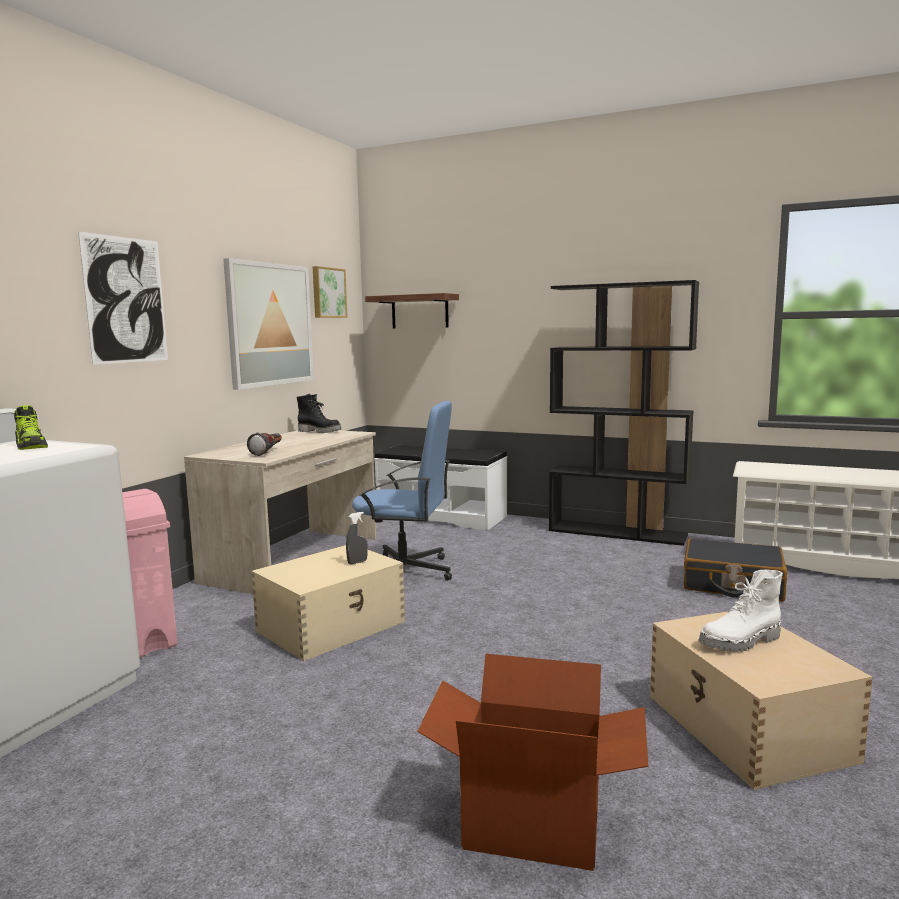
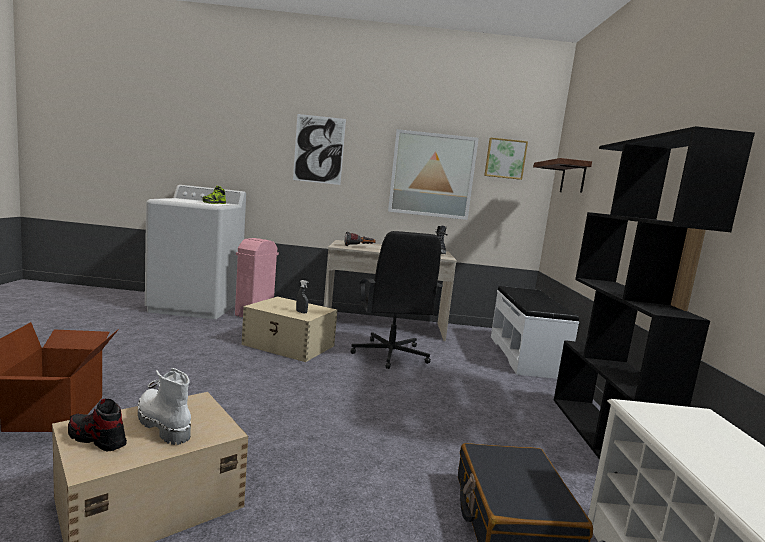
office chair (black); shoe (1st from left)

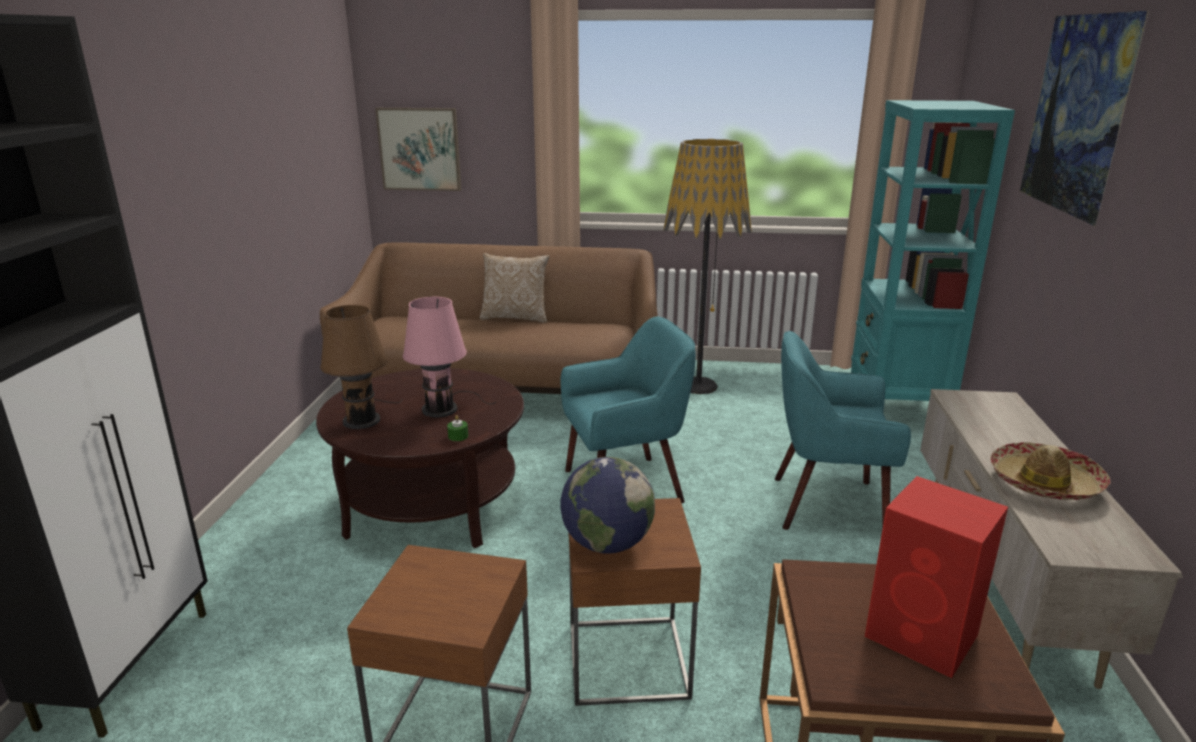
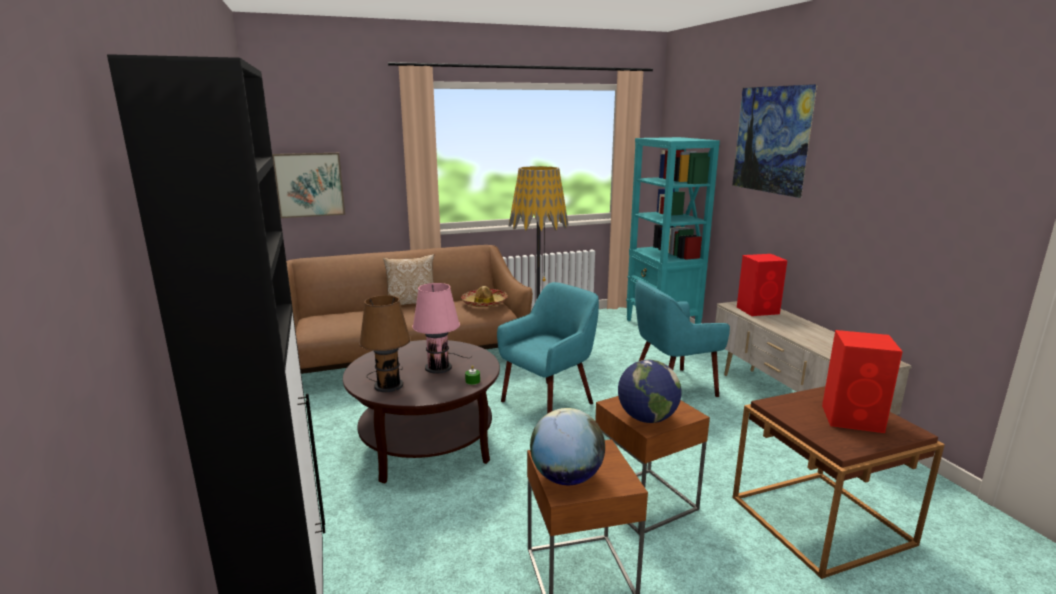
hat; globe (1st from left); speaker (red) (1st from left)

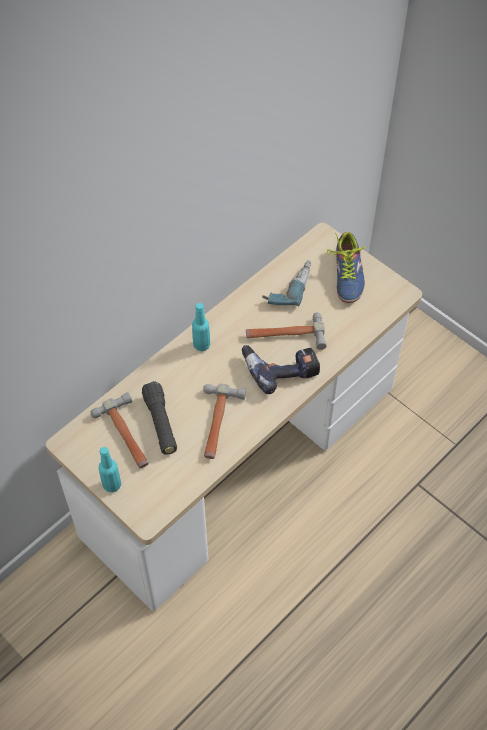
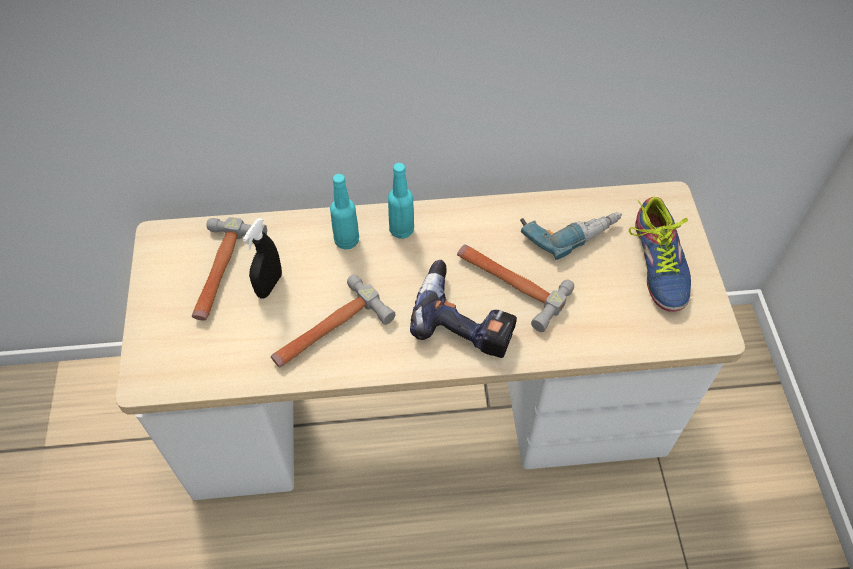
bottle (turquoise) (1st from left); spray bottle (black); shoe

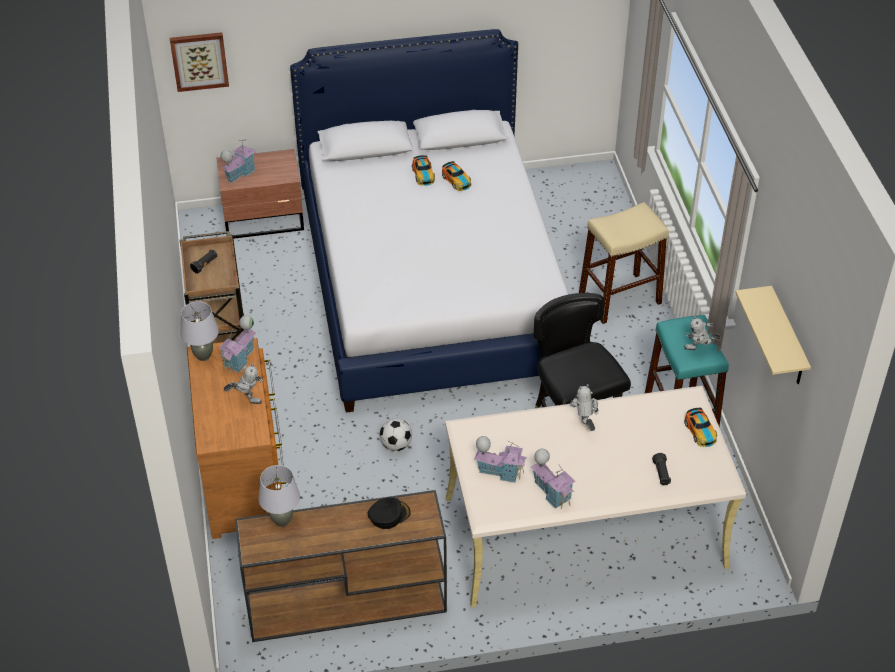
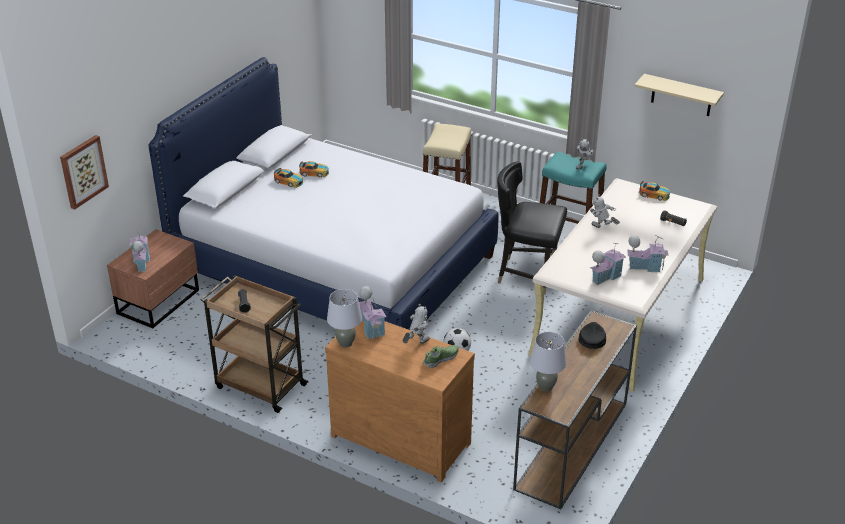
shoe

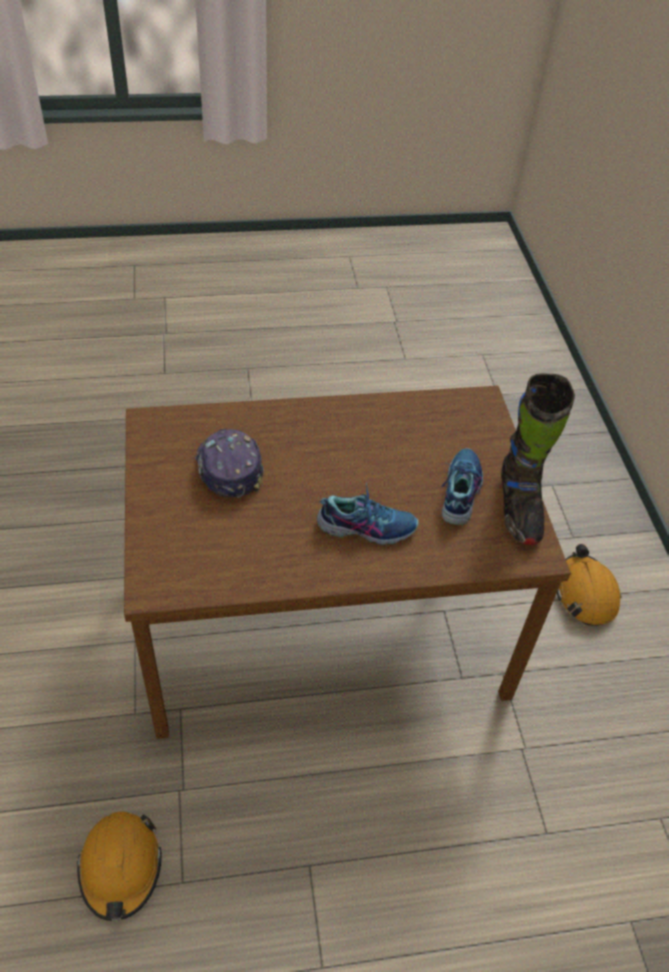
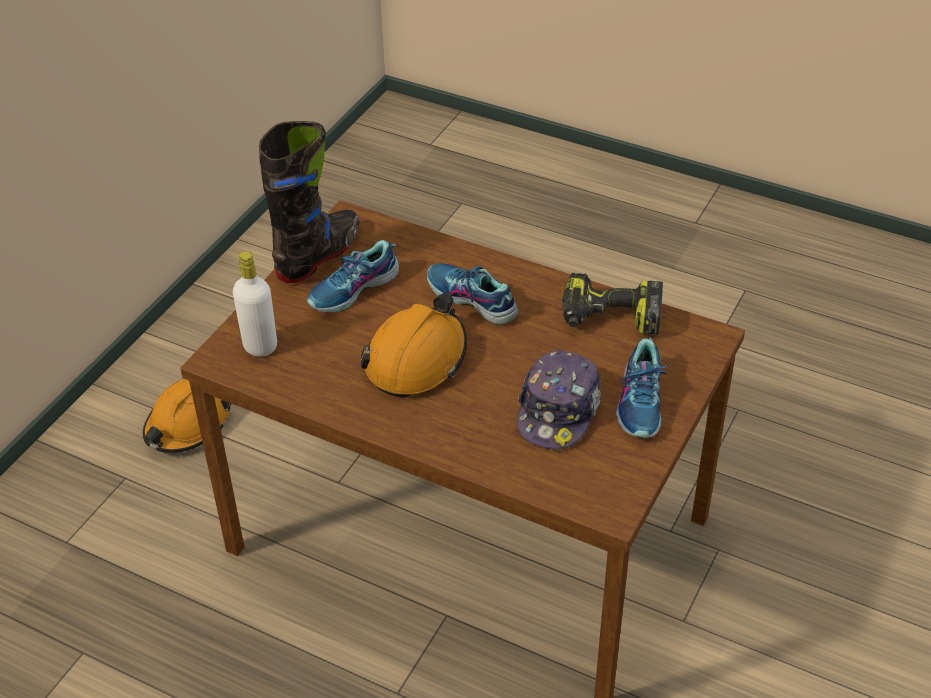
hard hat (orange) (2nd from left); bottle (white); power drill; shoe (3rd from left)

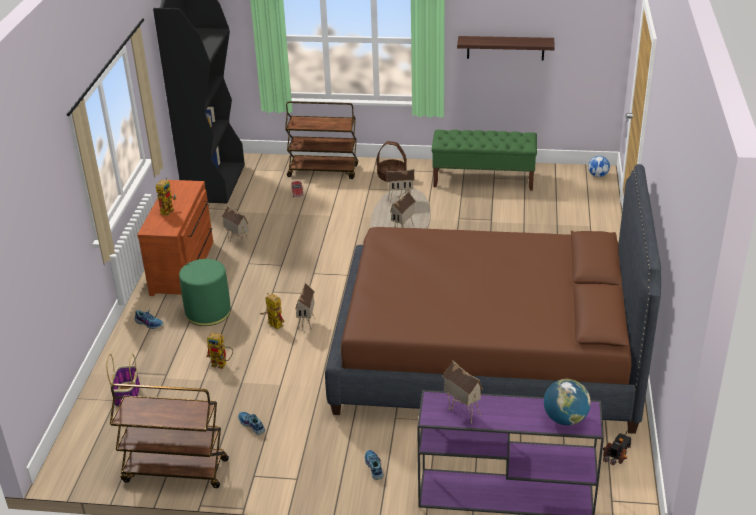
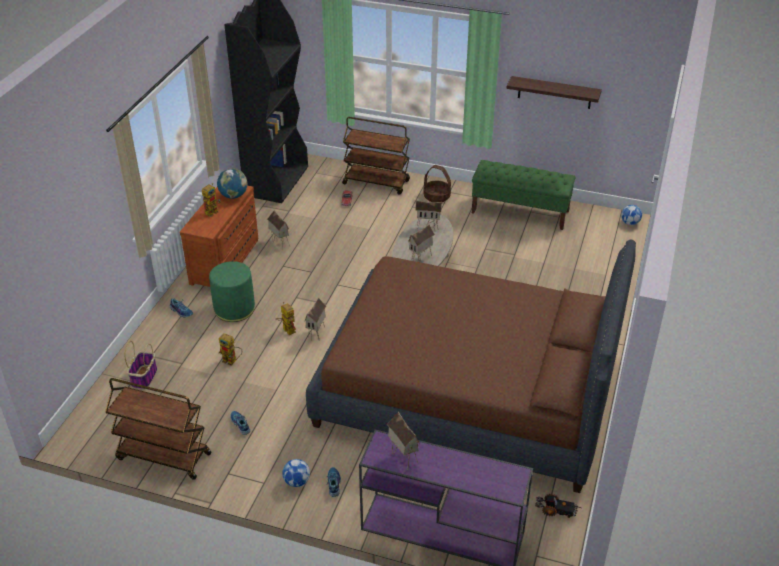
globe; toy truck; football (1st from left)

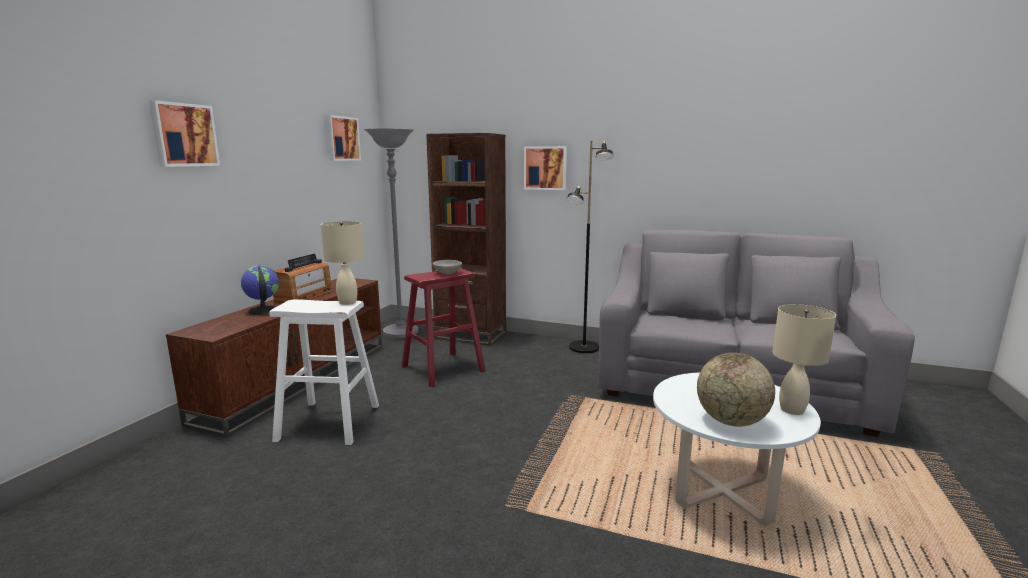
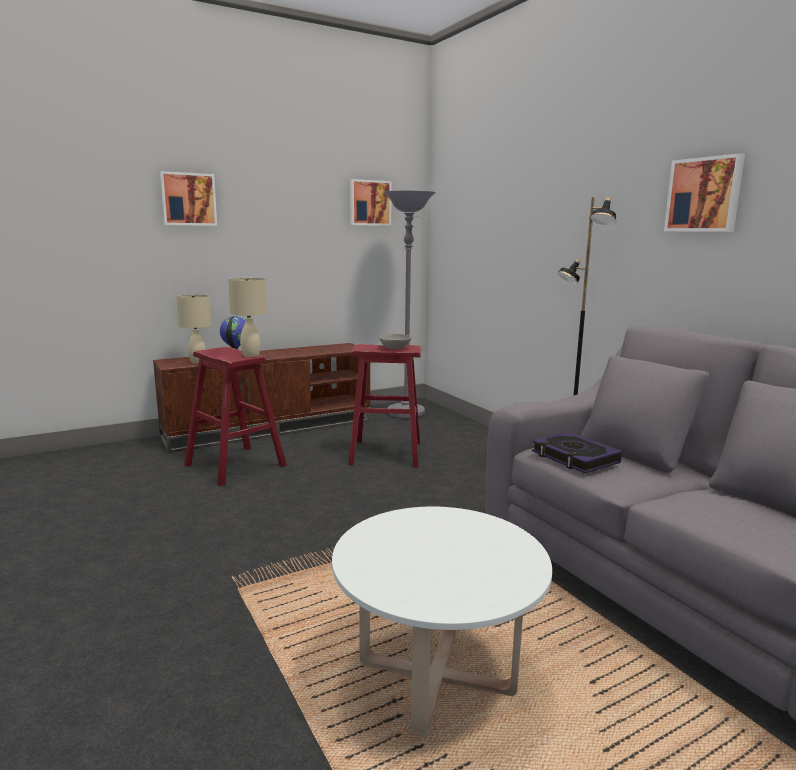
stool (red) (1st from left); radio; bookcase (brown); picture (3rd from left); globe (2nd from left in the first image); table lamp (beige) (1st from left); book

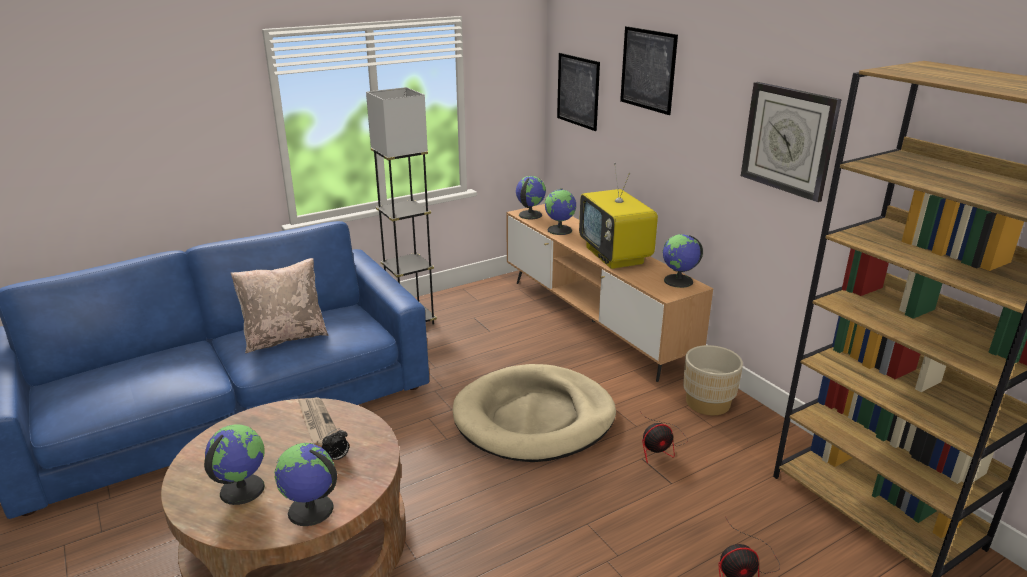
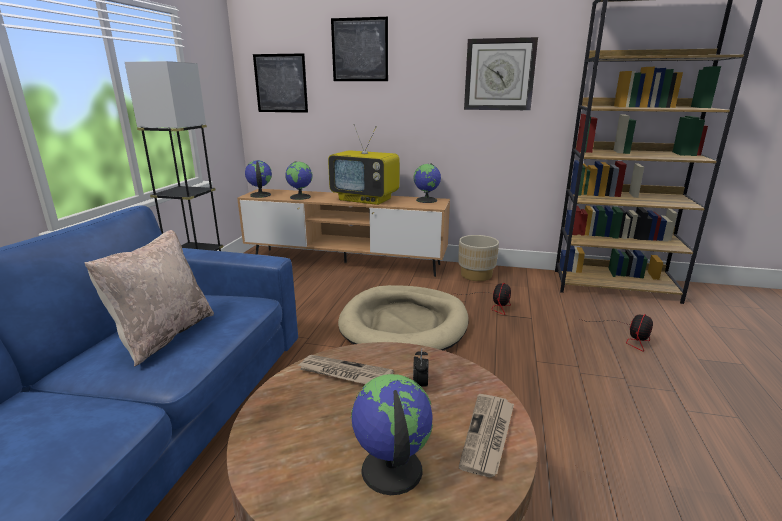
newspaper (2nd from left)

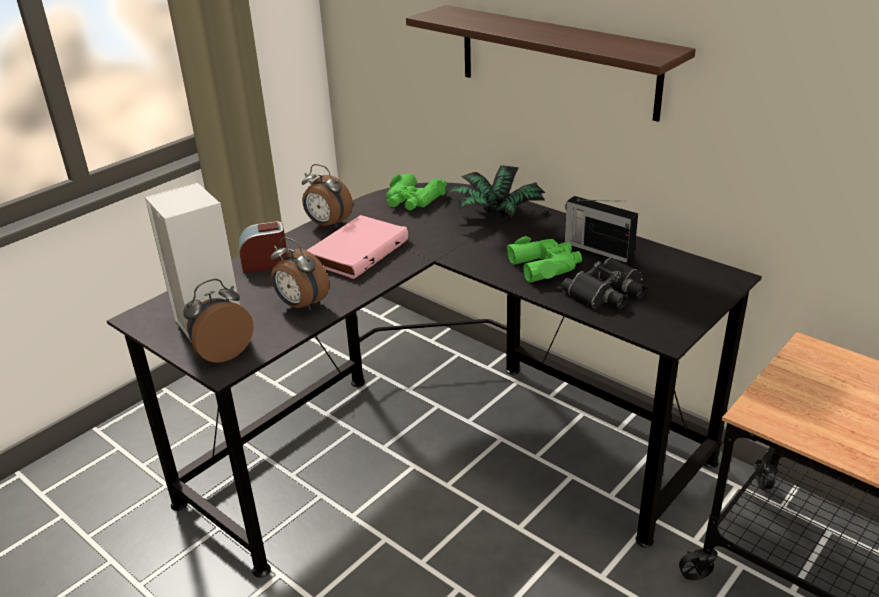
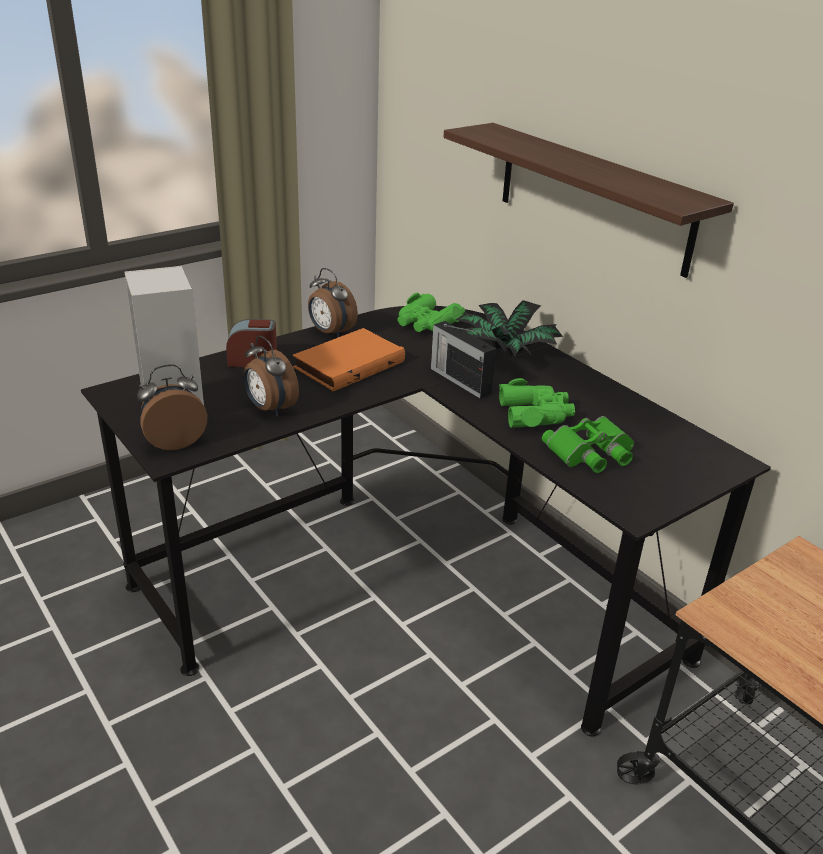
book (orange); binoculars (green) (3rd from left); radio

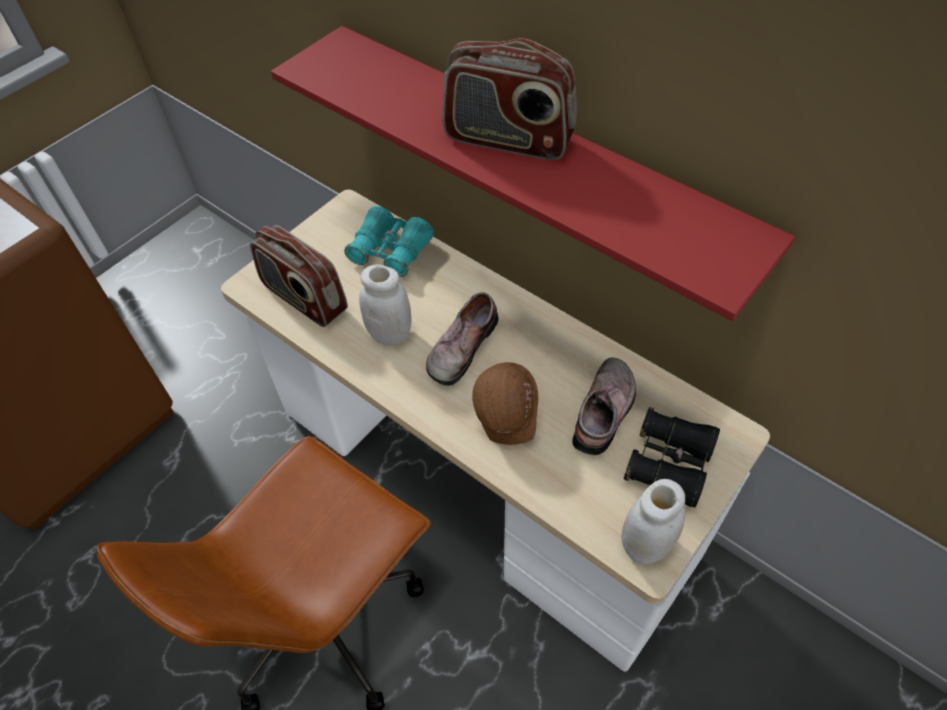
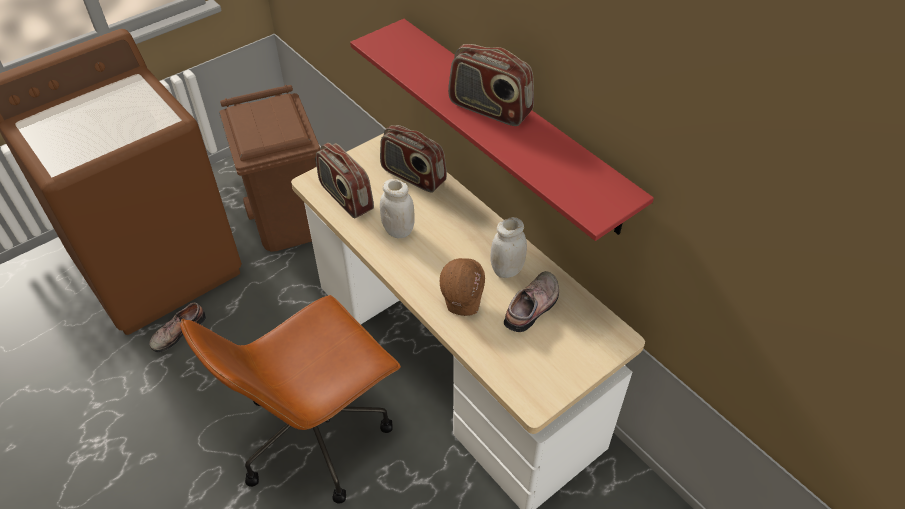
radio (2nd from left); shoe (1st from left); jar (white) (2nd from left); binoculars (black); trash can (brown)

